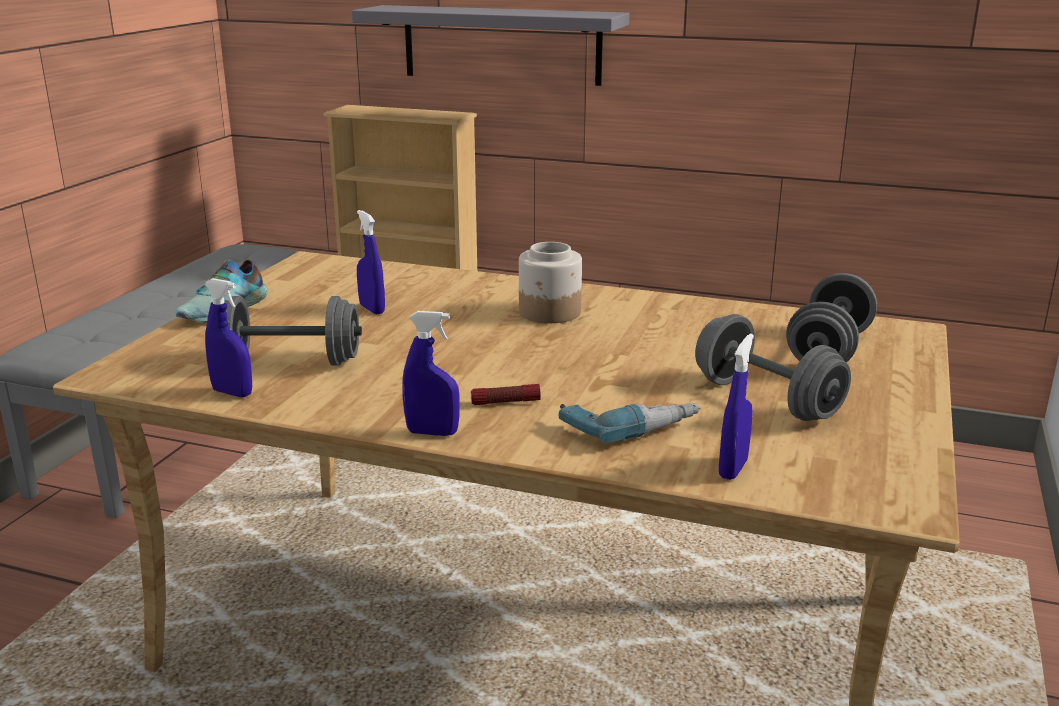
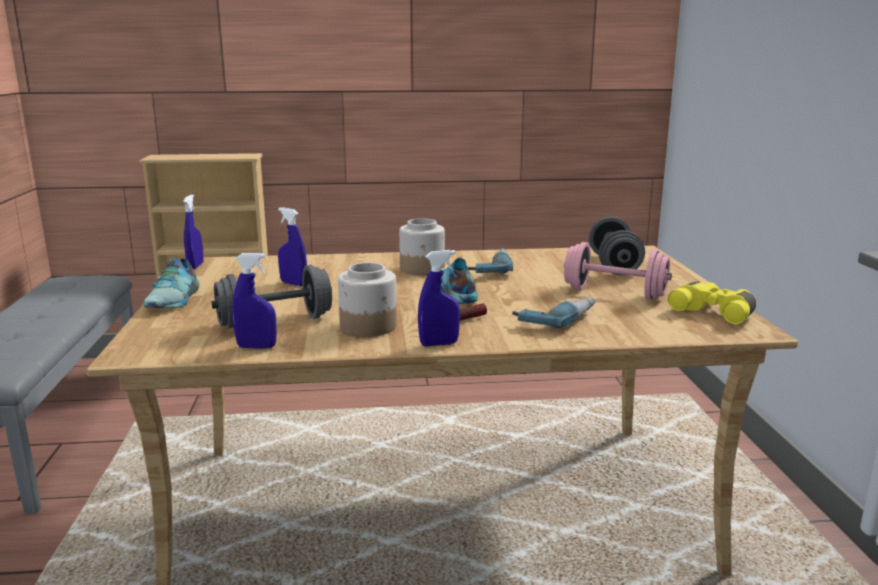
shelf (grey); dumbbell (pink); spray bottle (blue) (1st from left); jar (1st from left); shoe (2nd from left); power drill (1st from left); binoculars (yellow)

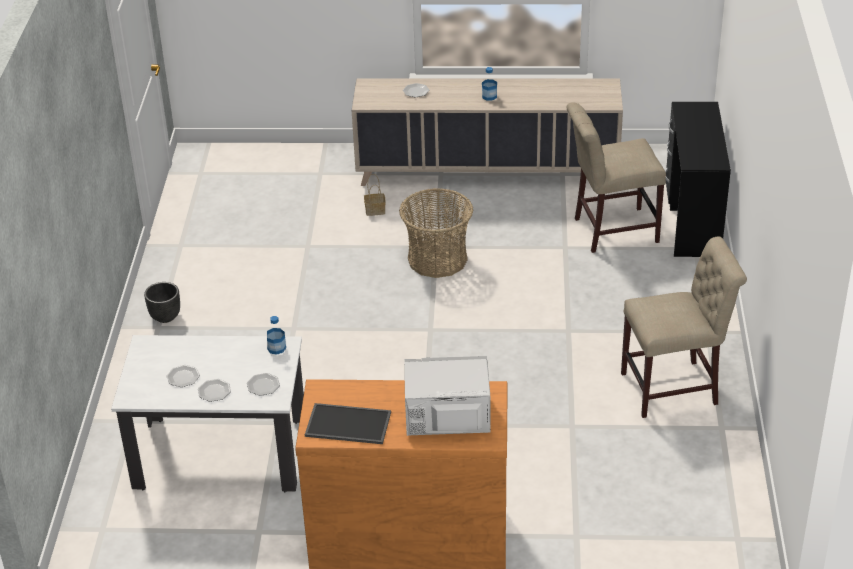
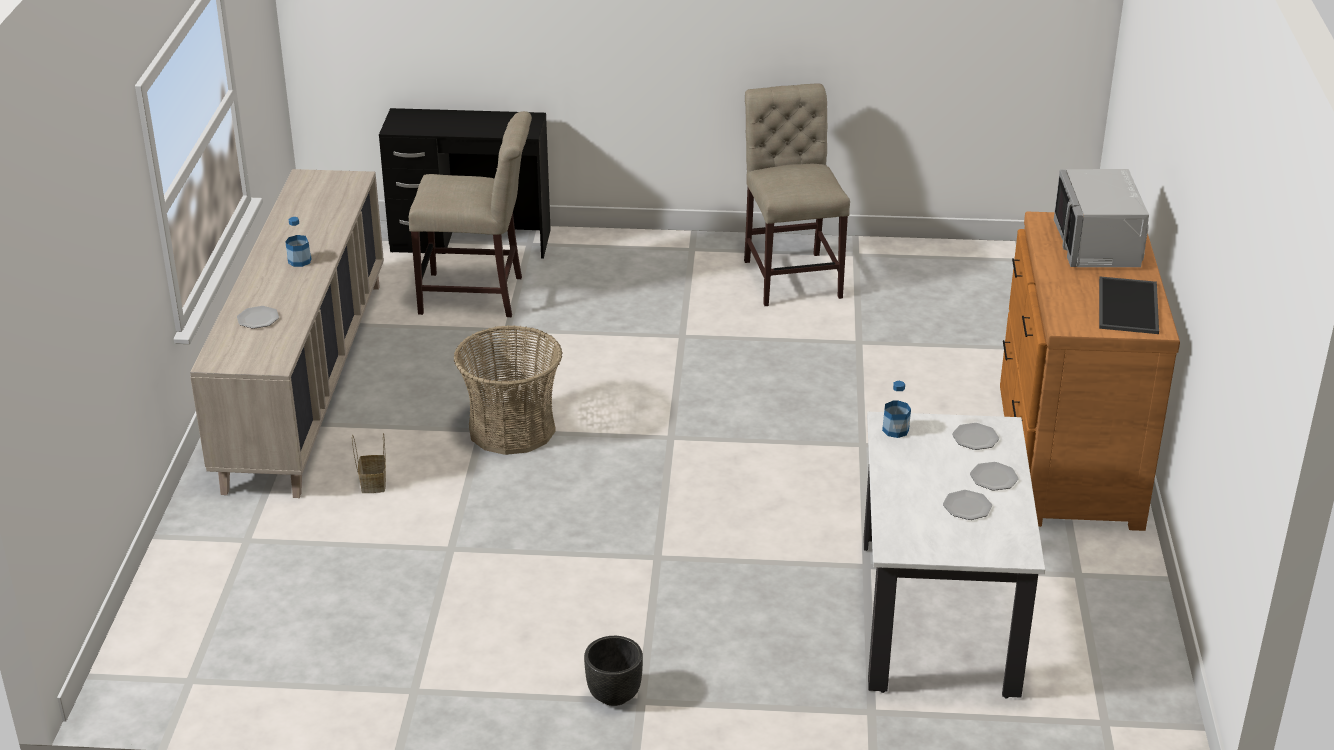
chair (beige) (1st from left)

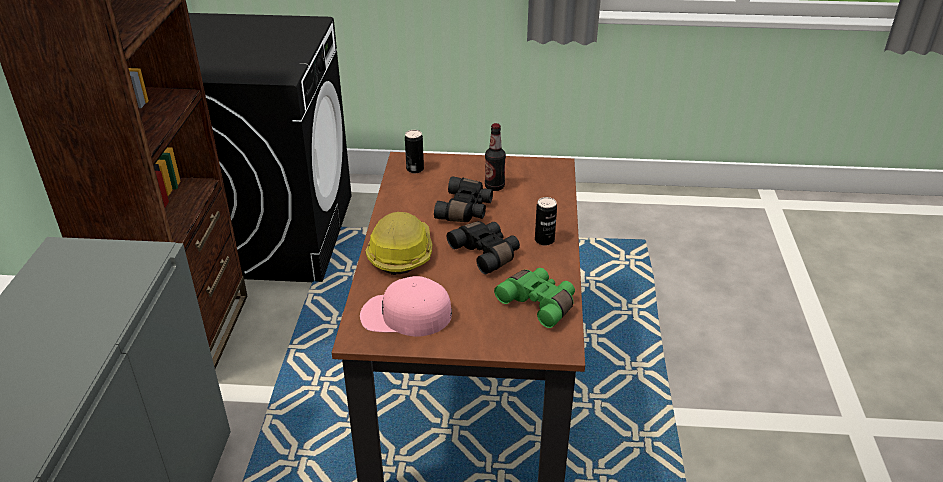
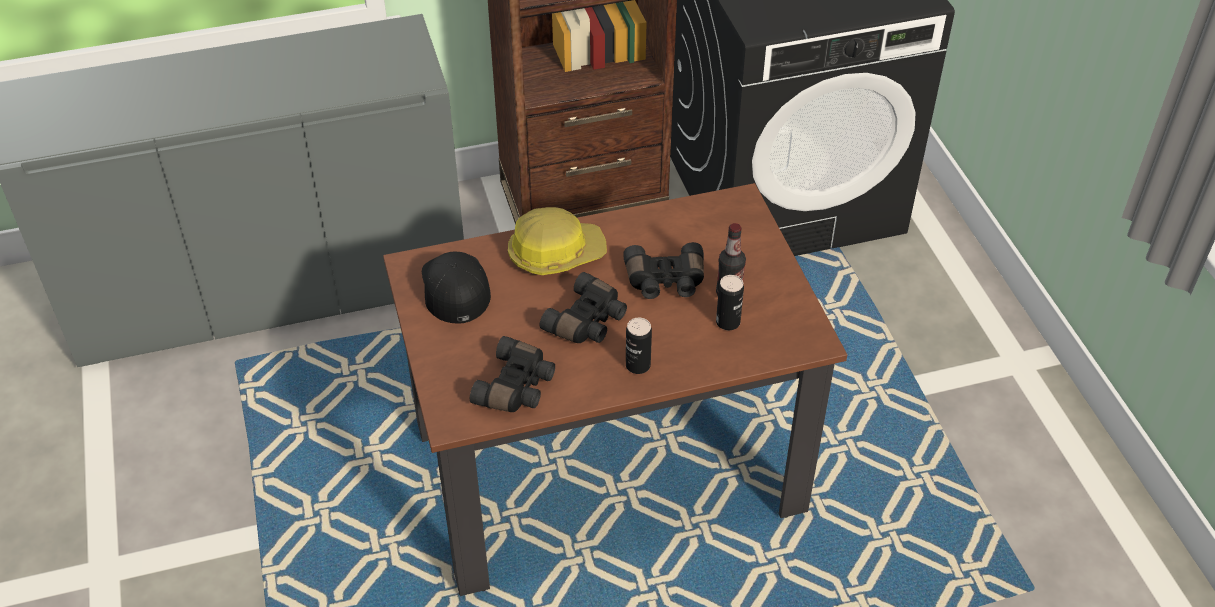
cap (black); can (2nd from left); binoculars (black) (1st from left)

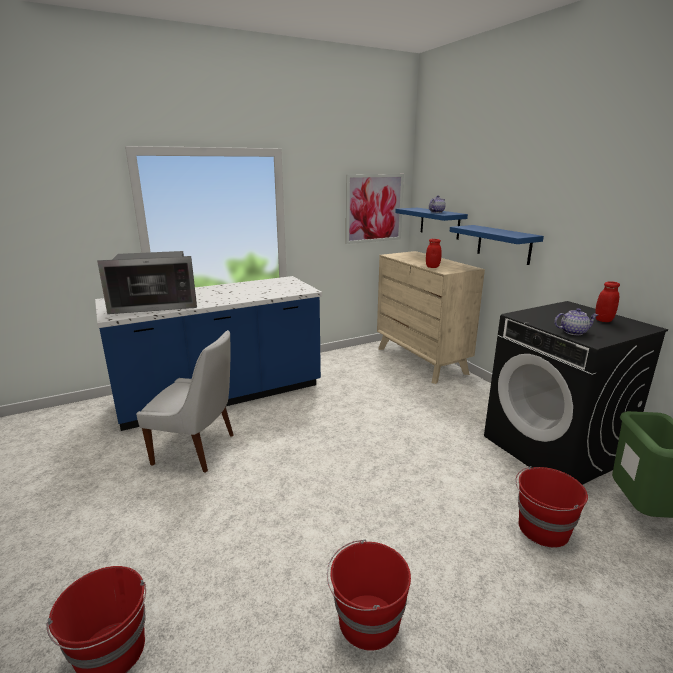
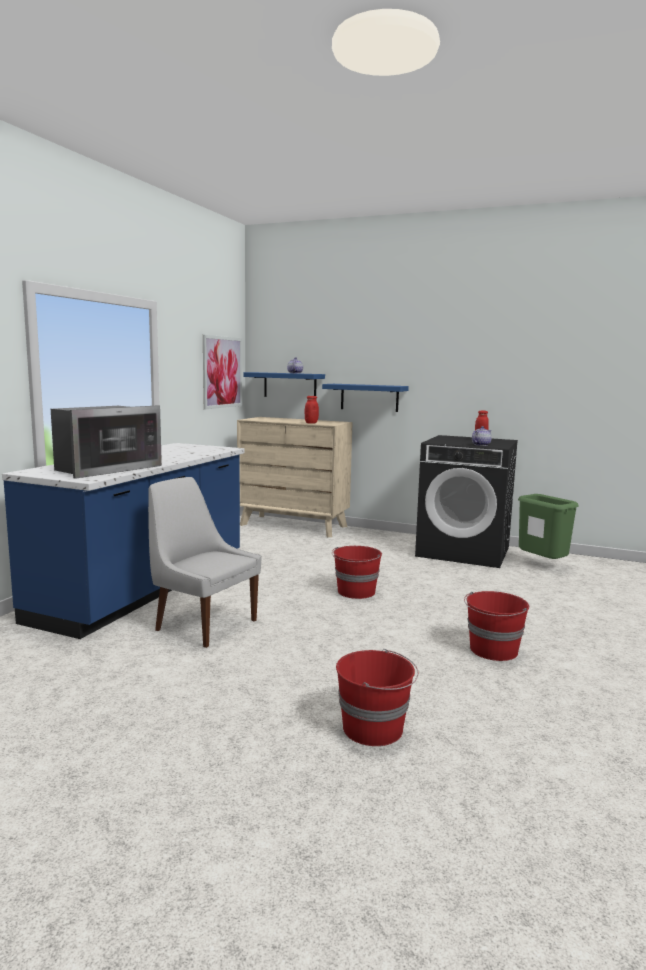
chair (white); bucket (red) (1st from left)

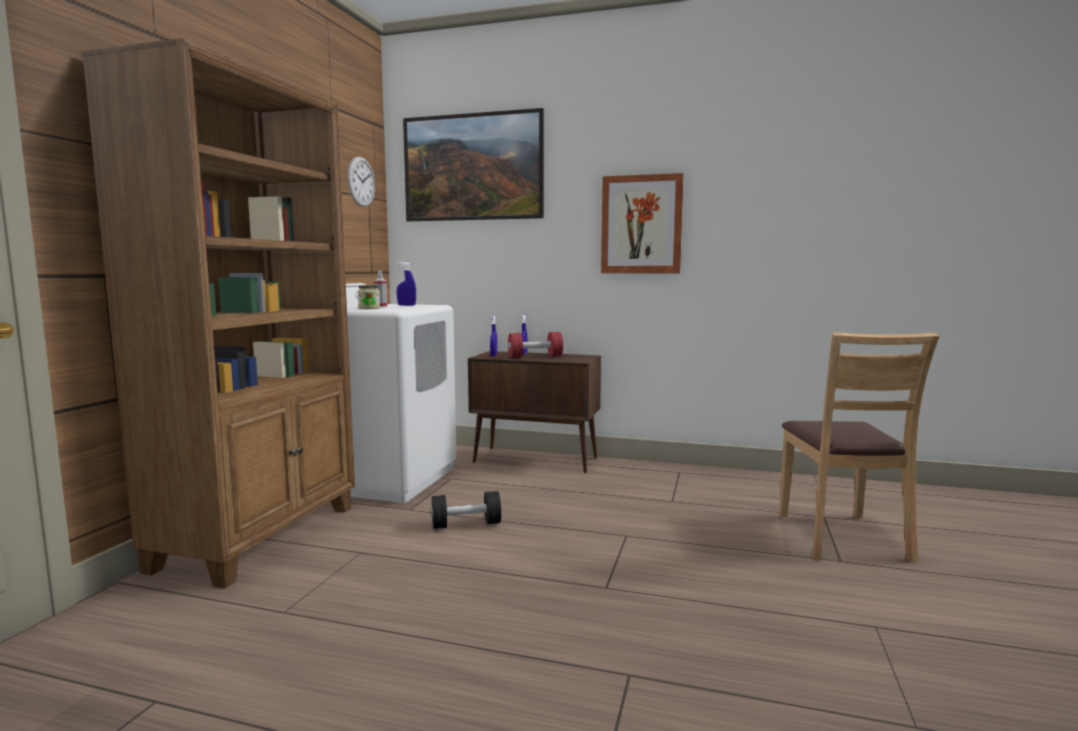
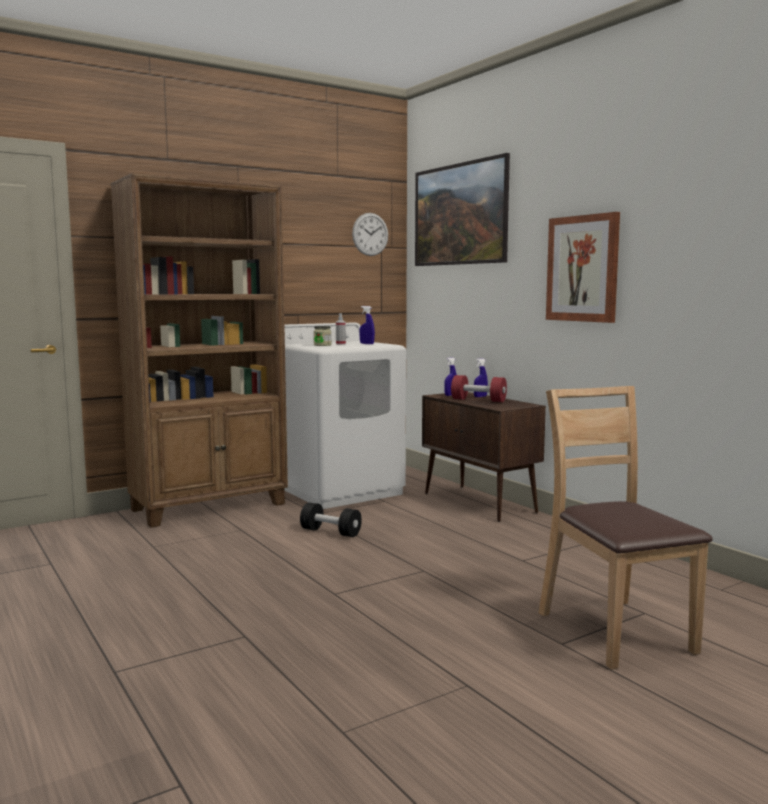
chair (brown)

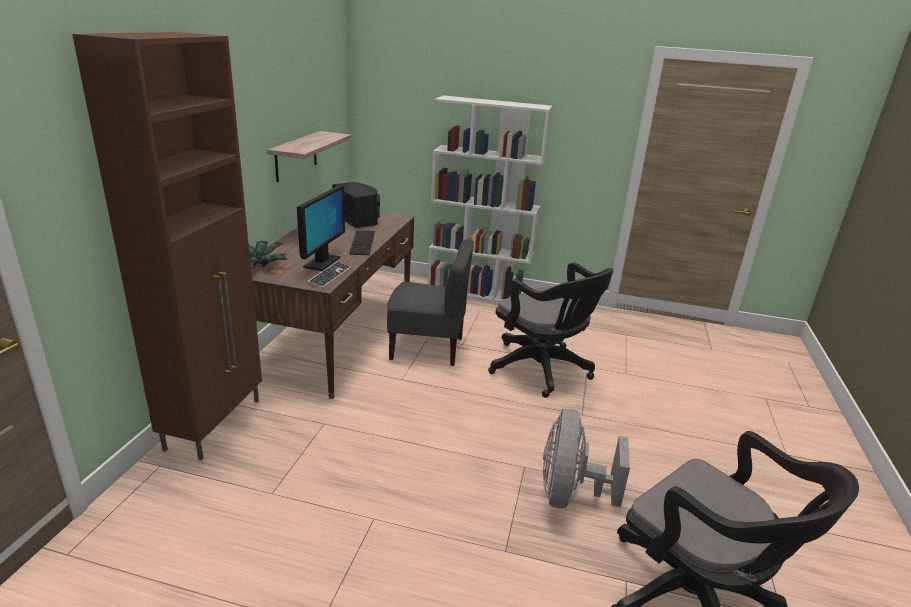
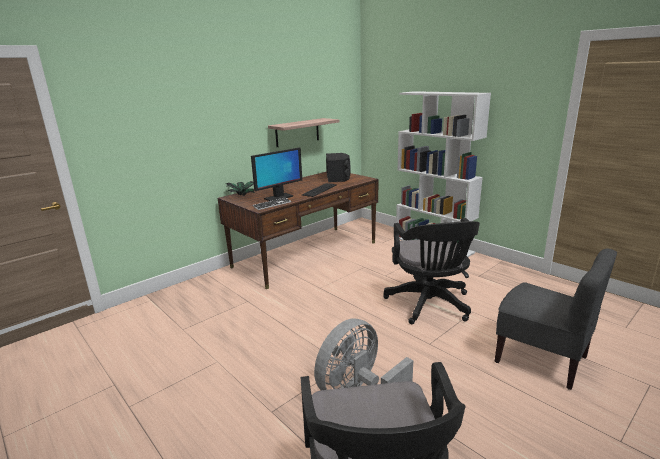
cabinet (brown); chair (grey)

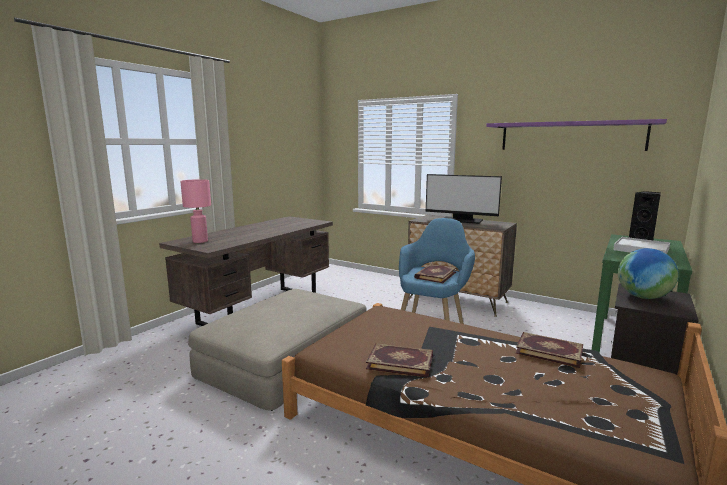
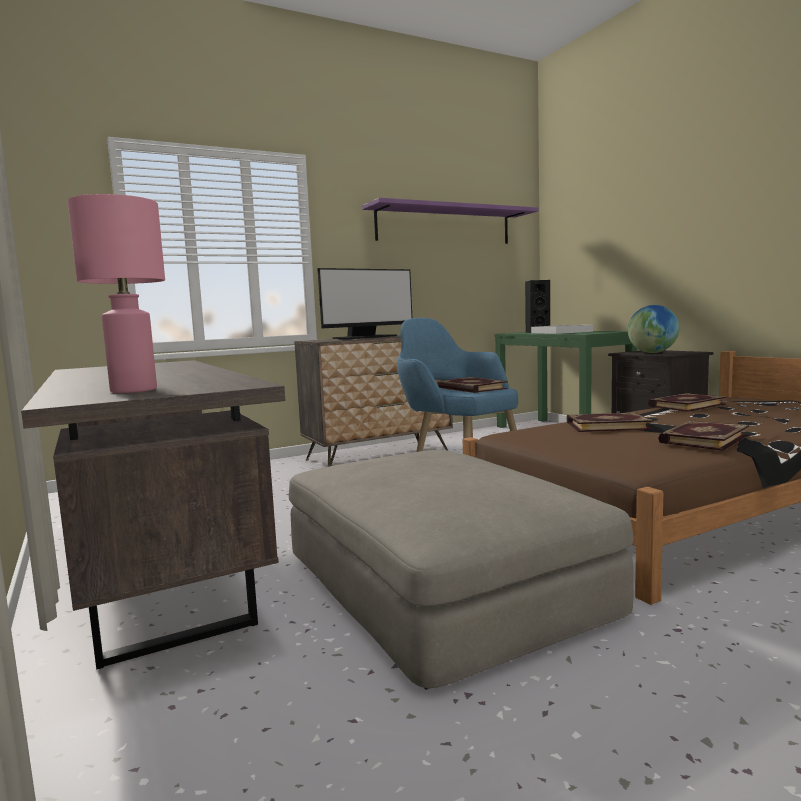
book (2nd from left)

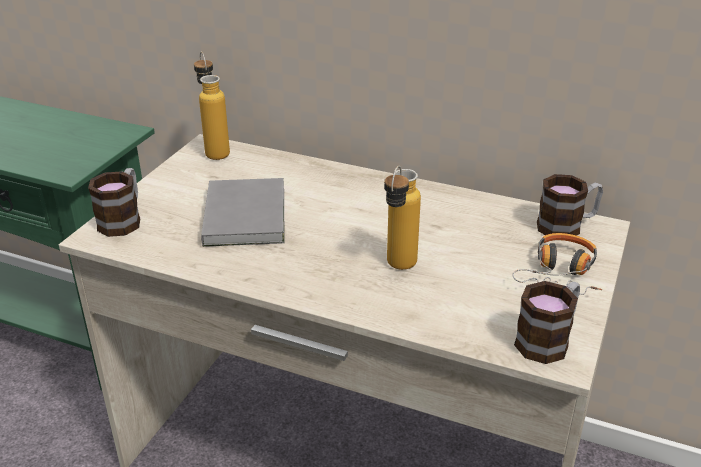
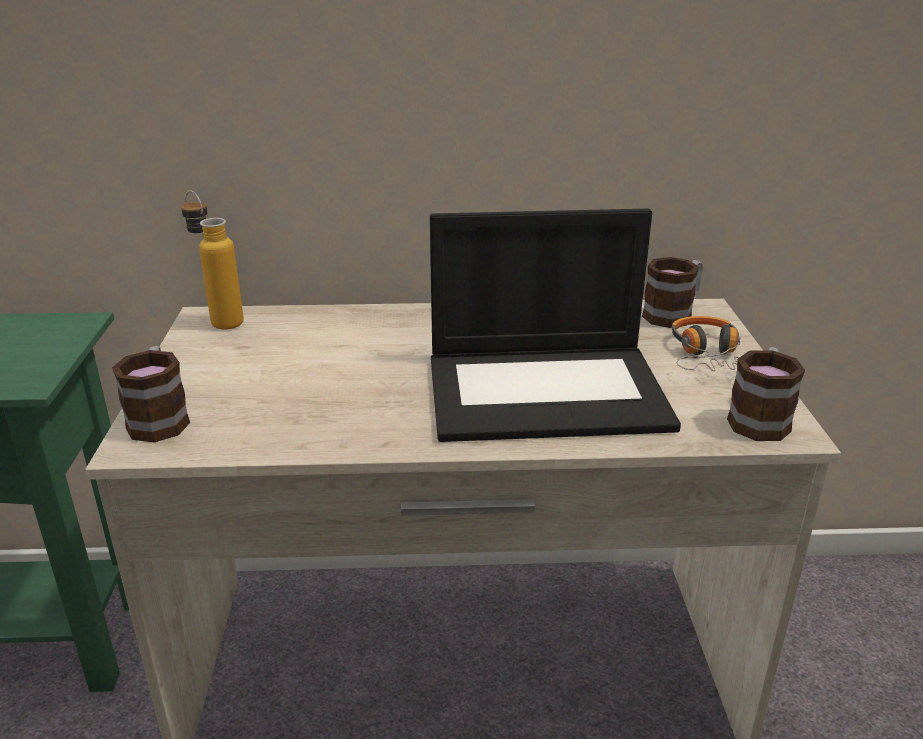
book (grey); laptop

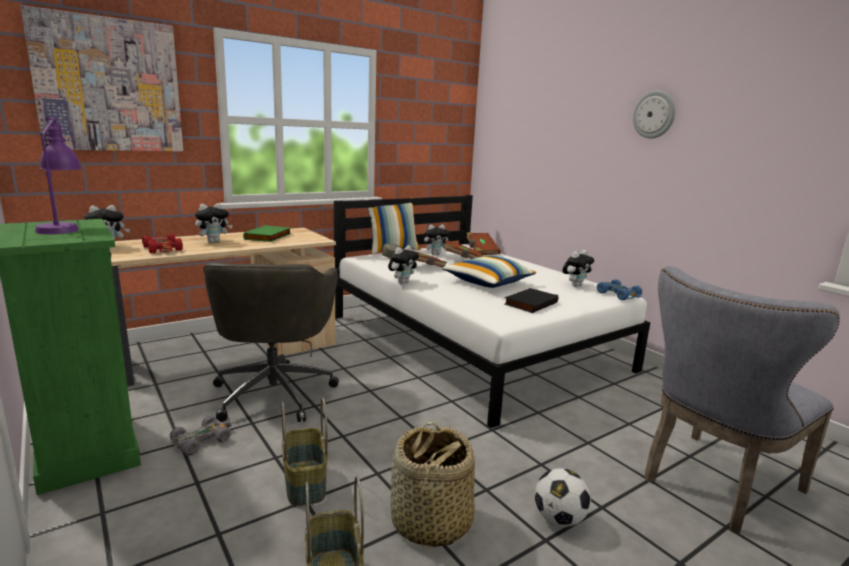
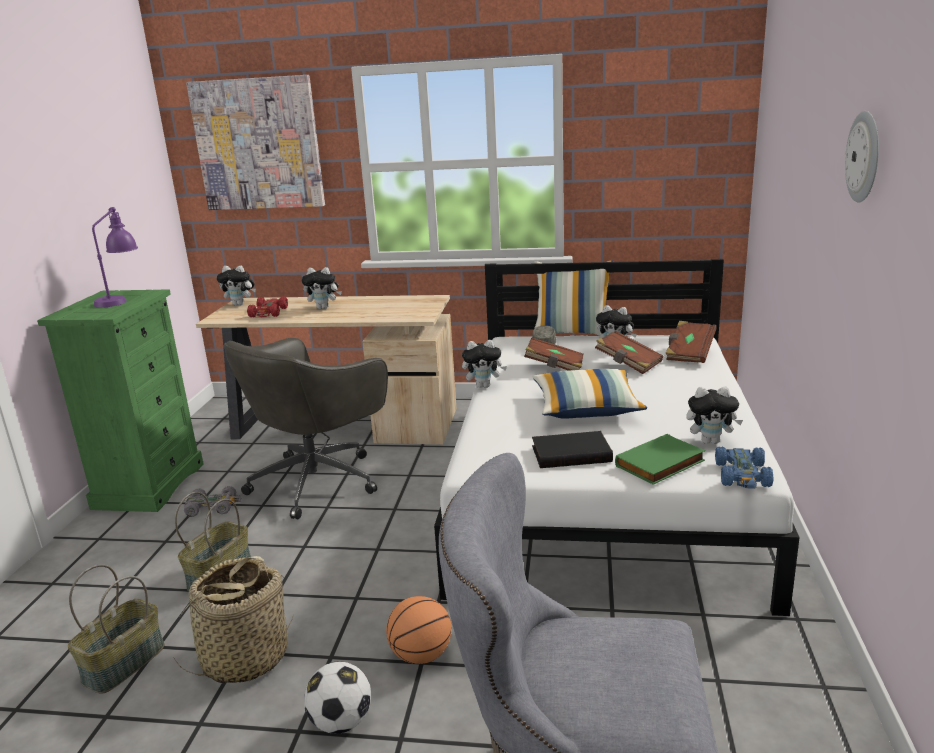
book (green); basketball

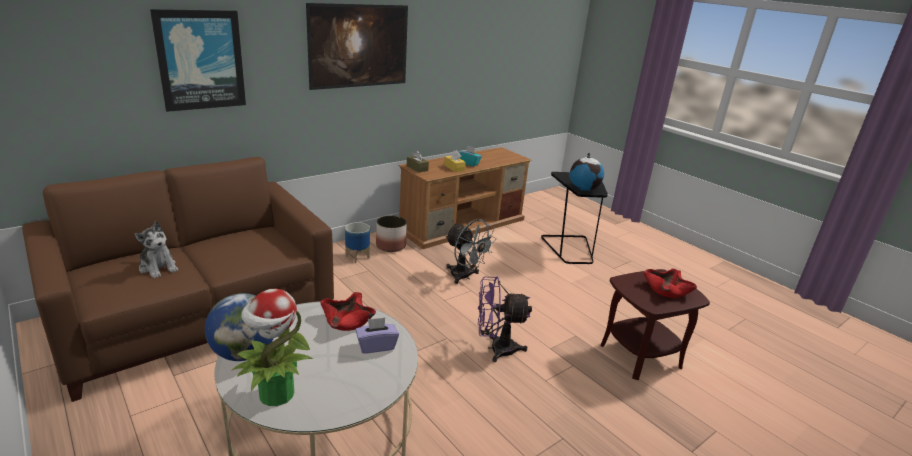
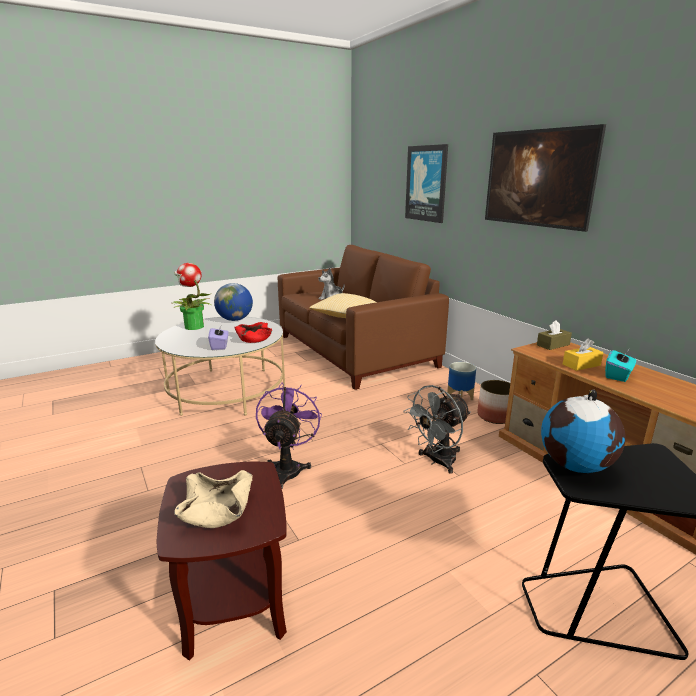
bowl (beige); pillow

